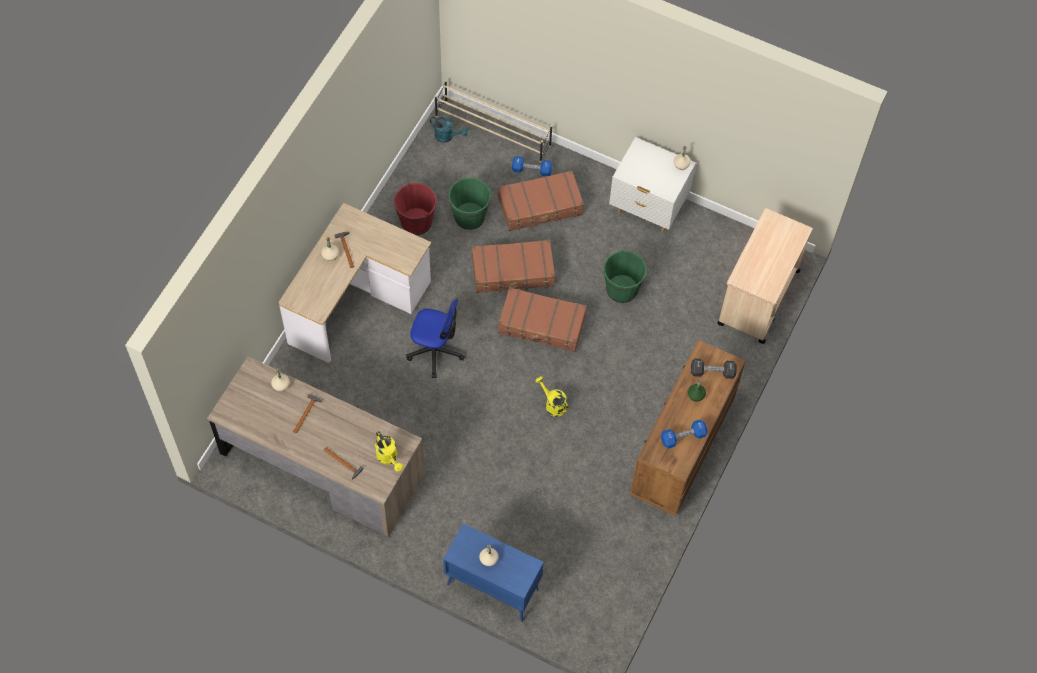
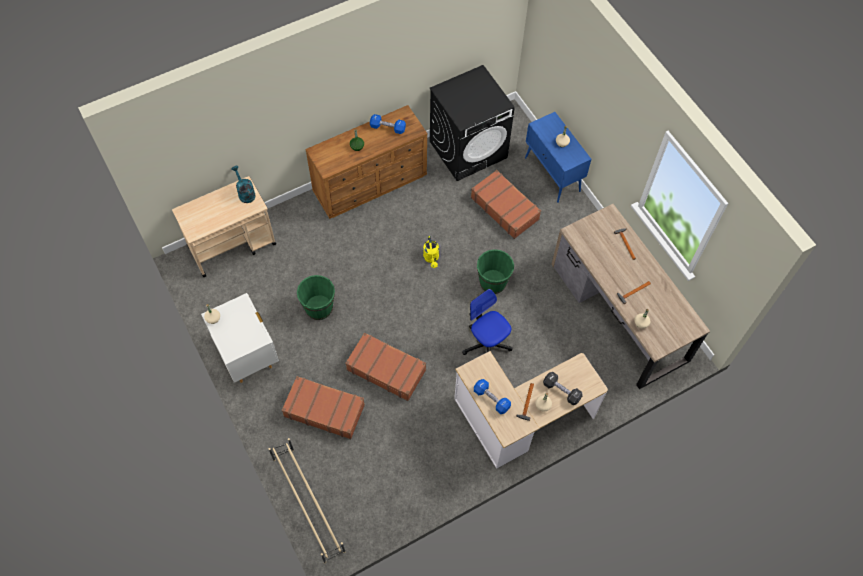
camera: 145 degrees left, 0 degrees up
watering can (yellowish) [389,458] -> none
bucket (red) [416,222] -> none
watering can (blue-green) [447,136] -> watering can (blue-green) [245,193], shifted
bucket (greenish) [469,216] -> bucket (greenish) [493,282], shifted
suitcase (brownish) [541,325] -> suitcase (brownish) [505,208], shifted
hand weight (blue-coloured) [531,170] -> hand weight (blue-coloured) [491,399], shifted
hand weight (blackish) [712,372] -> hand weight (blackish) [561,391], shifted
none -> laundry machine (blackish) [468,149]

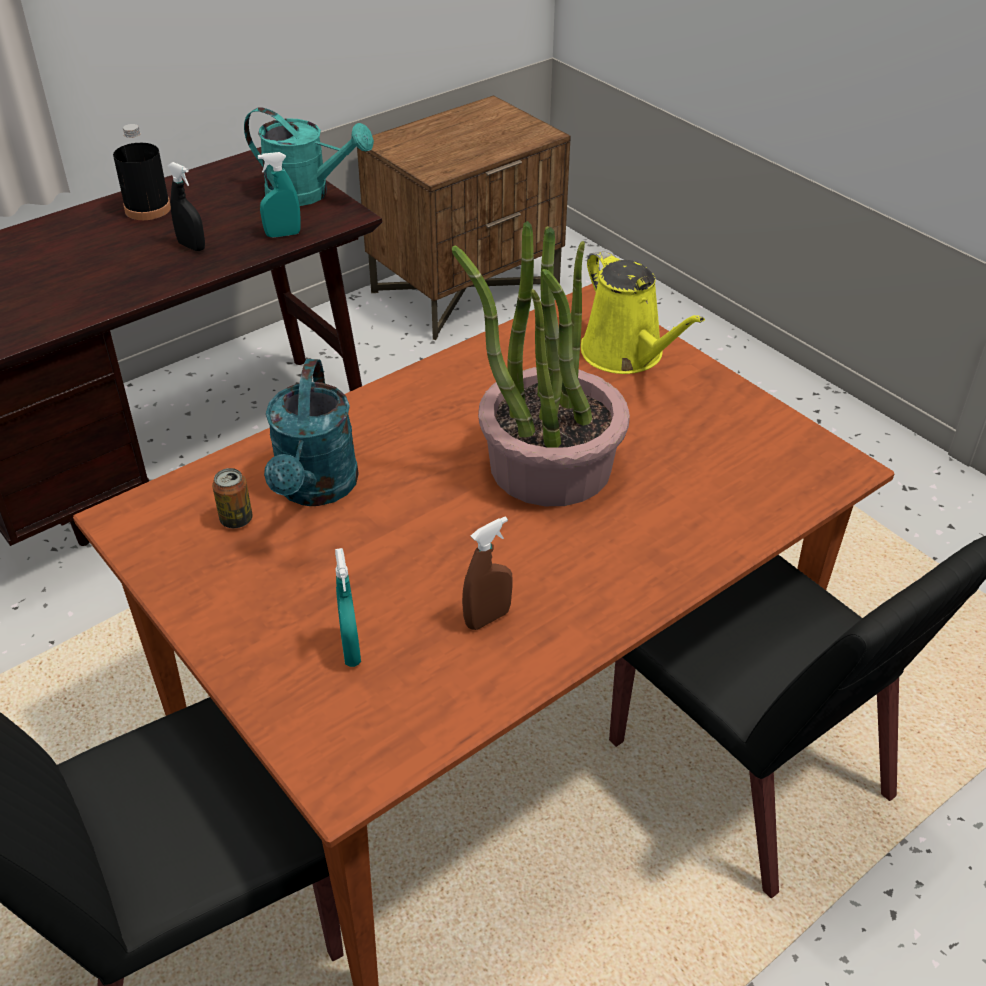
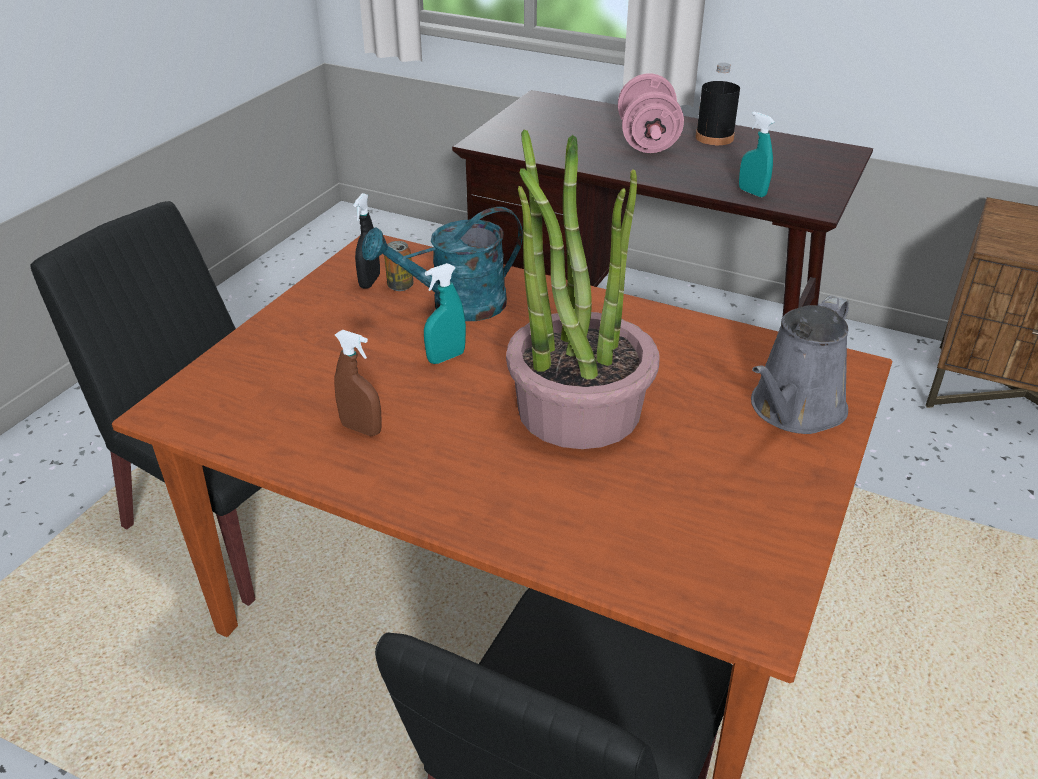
camera: 65 degrees right, 5 degrees down
hand sprayer (blackish) [192,246] -> hand sprayer (blackish) [370,281], shifted
watering can (blue-green) [308,194] -> none
hand sprayer (blue-green) [351,650] -> hand sprayer (blue-green) [446,357], shifted
watering can (yellowish) [627,354] -> watering can (grey) [794,410]
none -> hand weight (pink-coloured) [647,141]

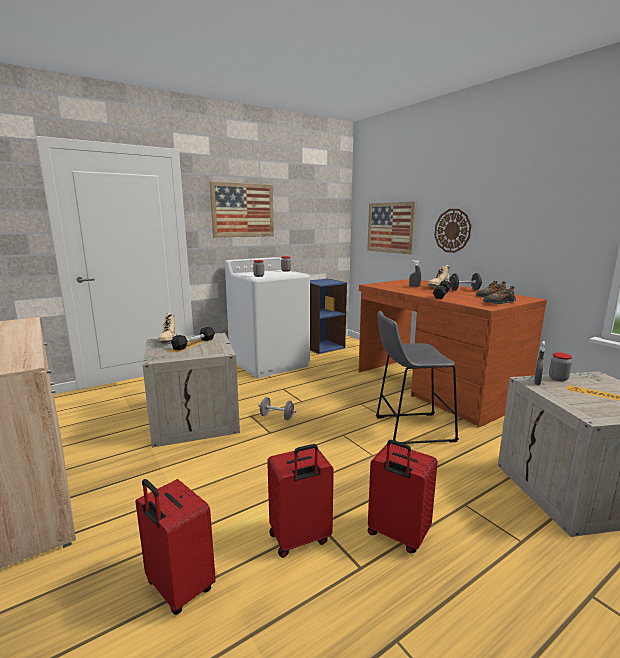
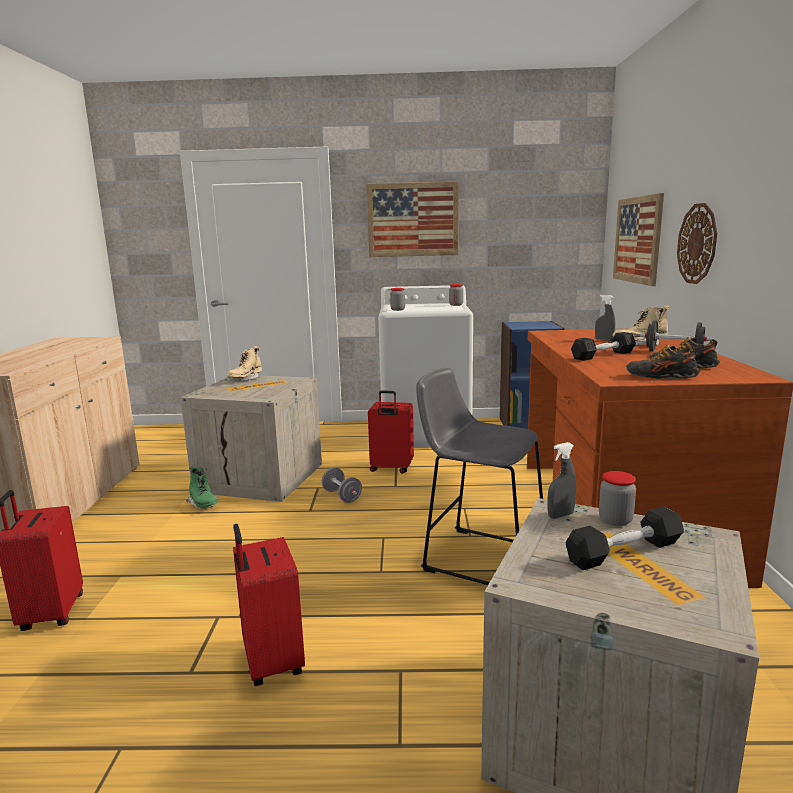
camera: 35 degrees right, 0 degrees up
hand weight (blackish) [194,344] -> hand weight (blackish) [624,552], shifted
suitcase (red) [300,539] -> suitcase (red) [391,468], shifted
none -> tall boot (greenish) [203,505]

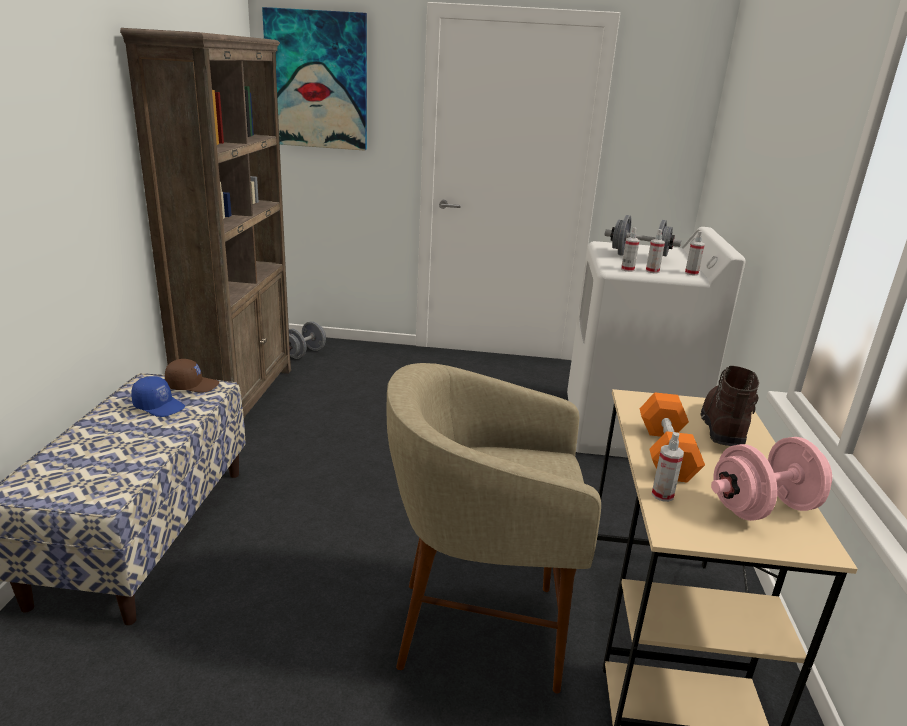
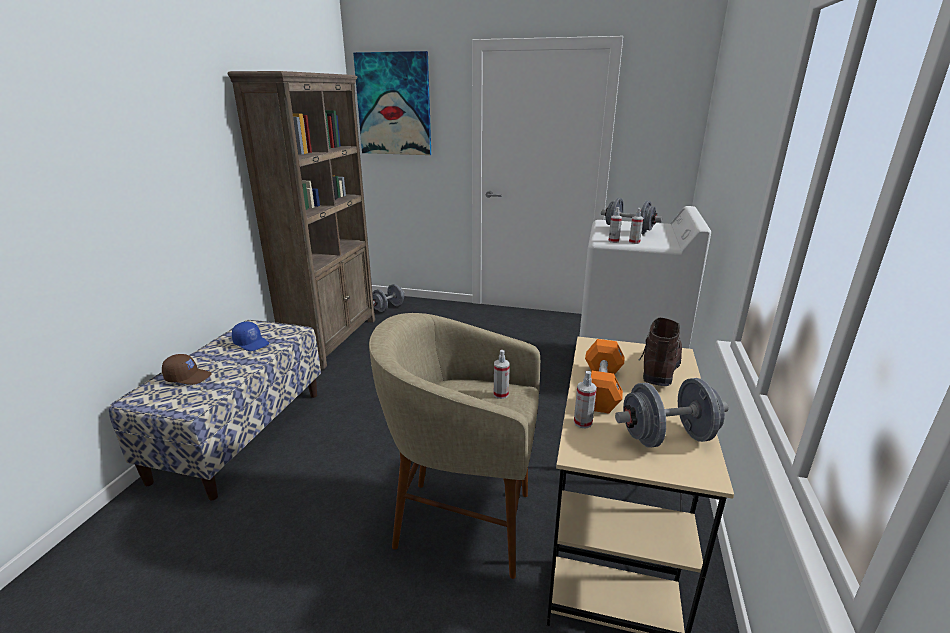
camera: 10 degrees right, 0 degrees up
baseball cap (brownish) [192,385] -> baseball cap (brownish) [188,377], shifted
hand sprayer [691,273] -> hand sprayer [501,394], shifted
hand weight (pink-coloured) [763,508] -> hand weight (grey) [667,437]

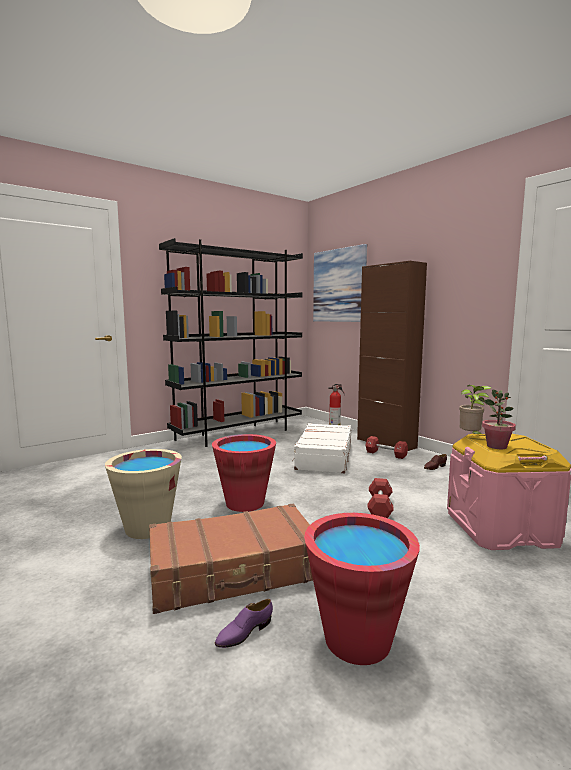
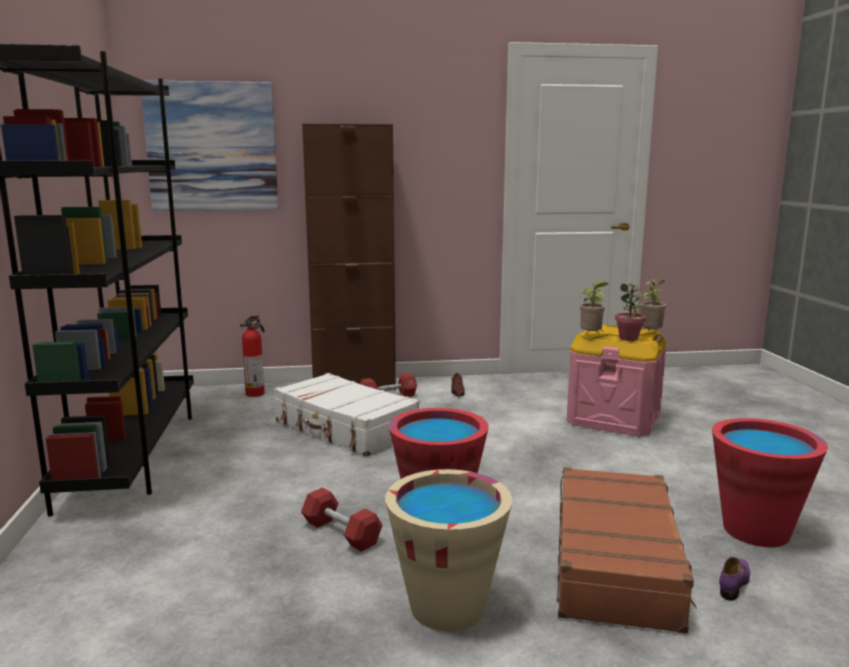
camera: 60 degrees left, 5 degrees up
low shoe (purple) [244,632] -> low shoe (purple) [734,583], 135 degrees counterclockwise
hand weight (red) [380,507] -> hand weight (red) [341,533], shifted
none -> plant in a pot [651,334]

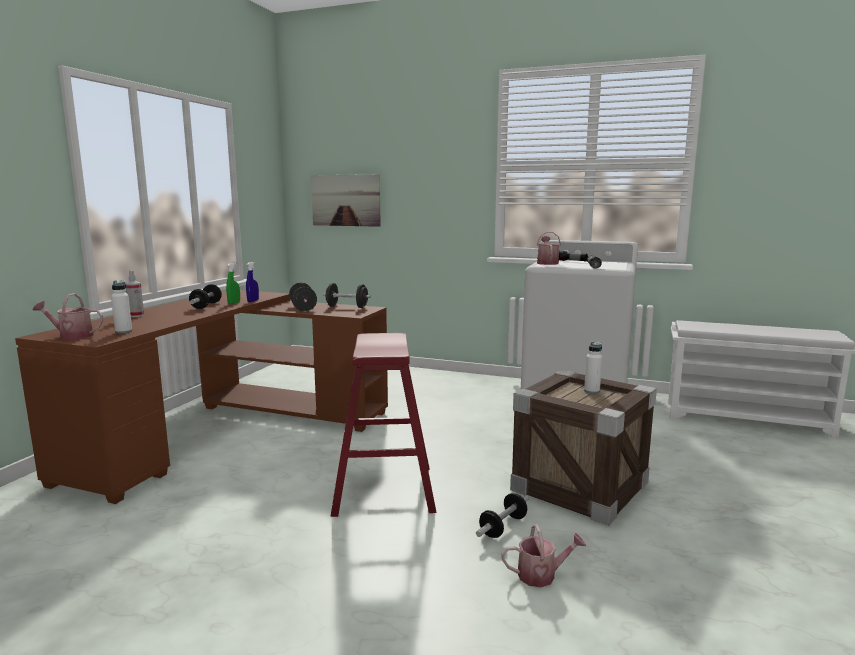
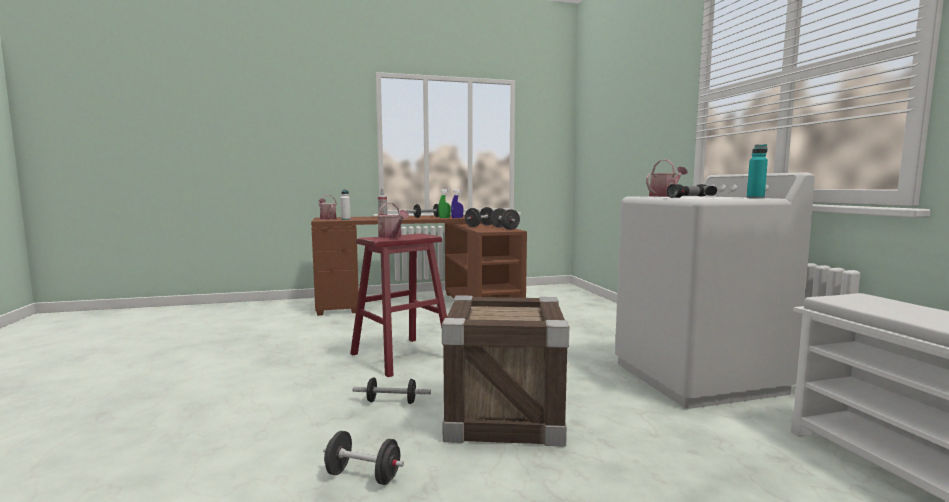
camera: 55 degrees right, 5 degrees down
wall picture [346,200] -> none
watering can [541,575] -> watering can [391,237], shifted
drink bottle (white) [591,391] -> none
none -> hand weight (blackish) [363,476]
none -> drink bottle (blue-green) [755,198]

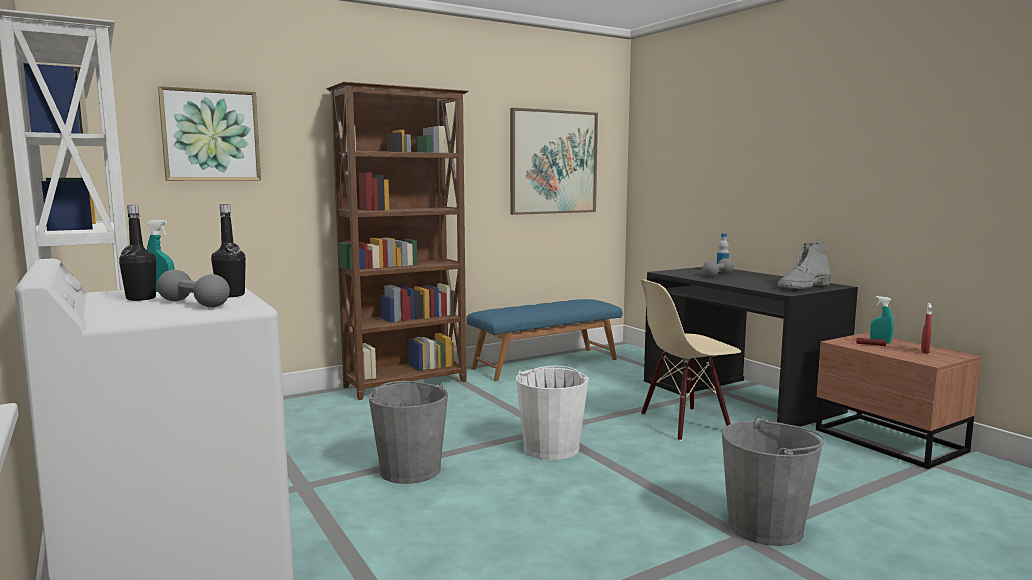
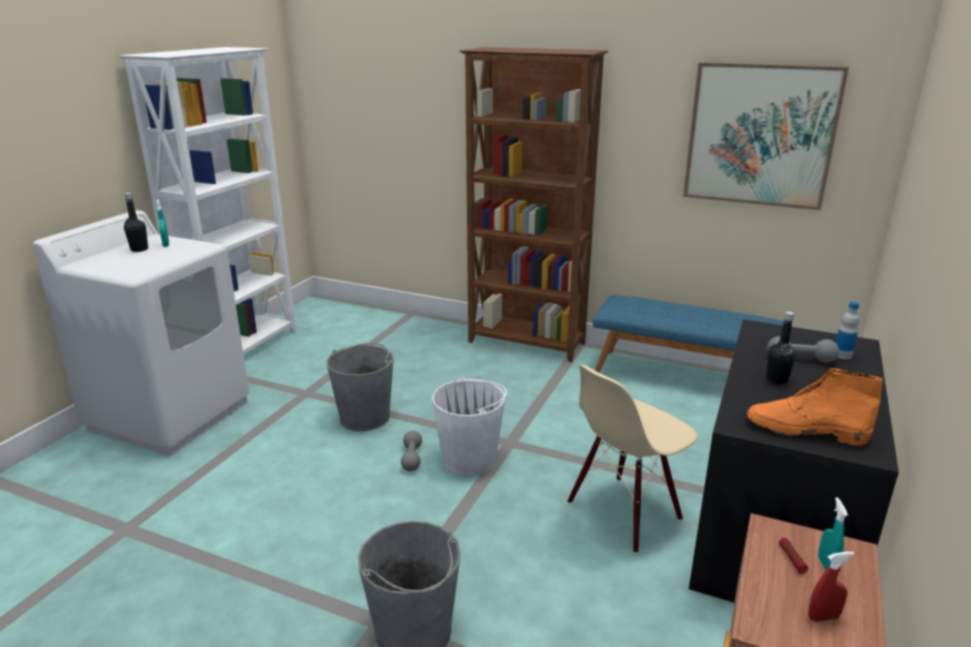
camera: 55 degrees right, 15 degrees up
hand weight (grey) [194,304] -> hand weight (grey) [412,458], shifted
wall picture [211,135] -> none
drink bottle (blackish) [231,295] -> drink bottle (blackish) [776,380], shifted
plain chair (beige) [685,423] -> plain chair (beige) [624,512], 75 degrees counterclockwise
tall boot (grey) [803,287] -> tall boot (orangey) [804,430]

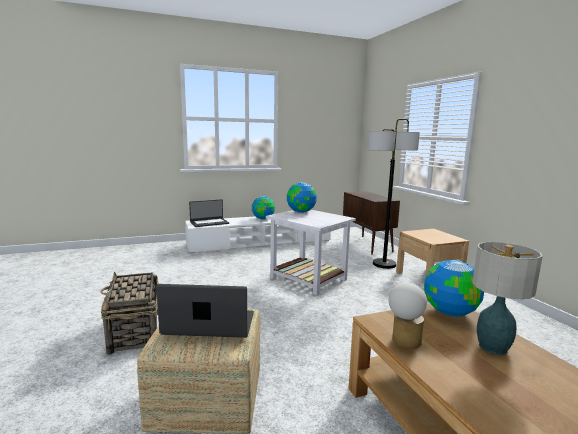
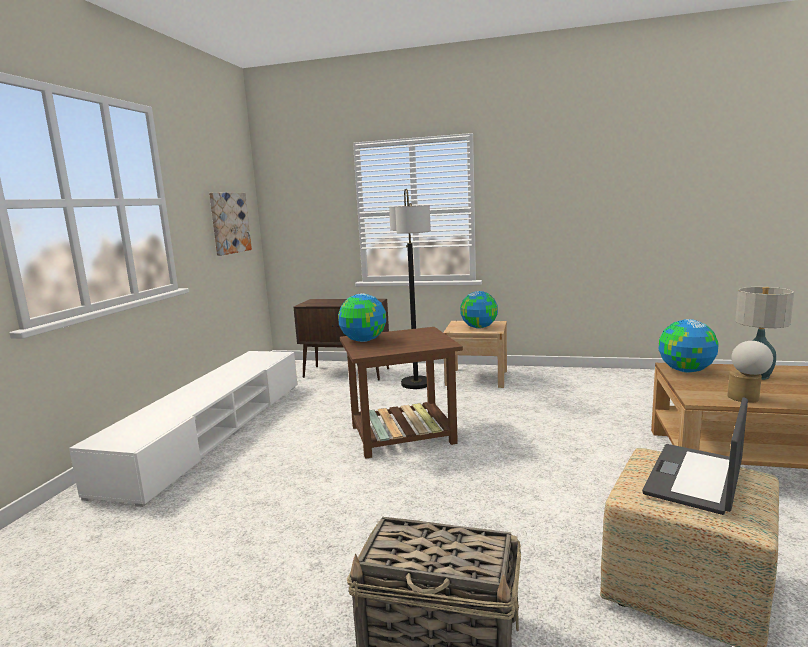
camera: 55 degrees left, 0 degrees up
notebook computer [209,223] -> none
desk globe [263,218] -> desk globe [479,327], shifted
end table (white) [307,278] -> end table (brownish) [401,435]
none -> wall picture [229,223]

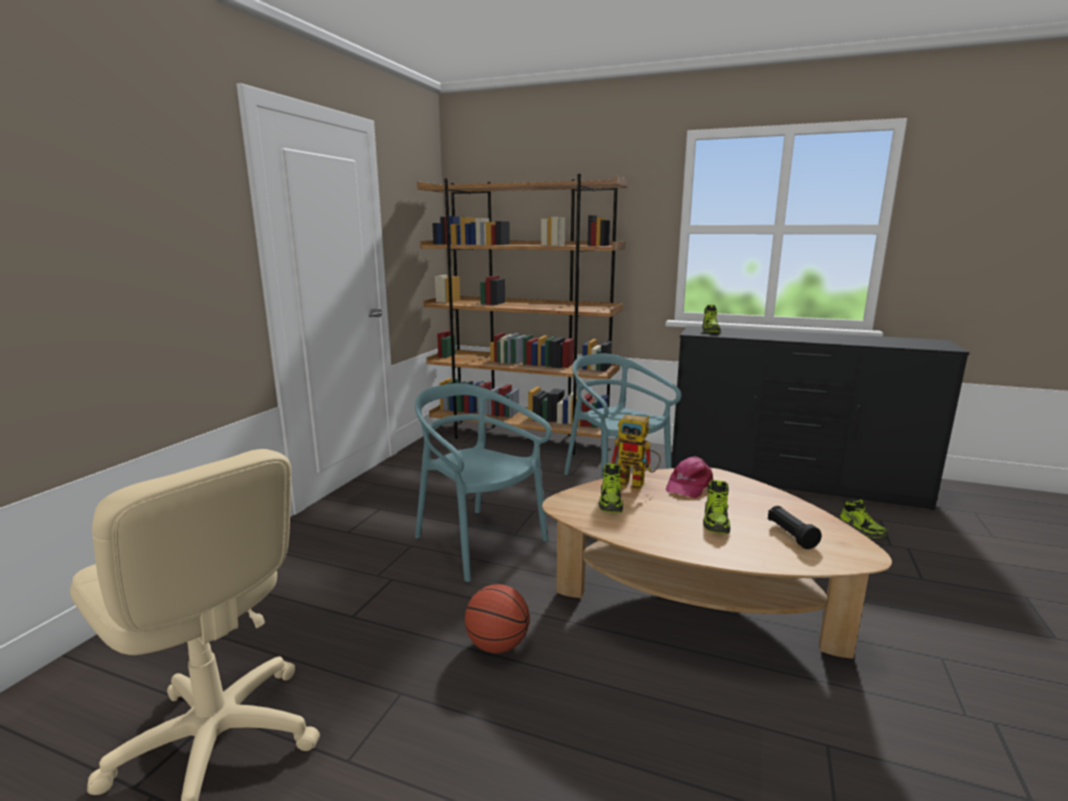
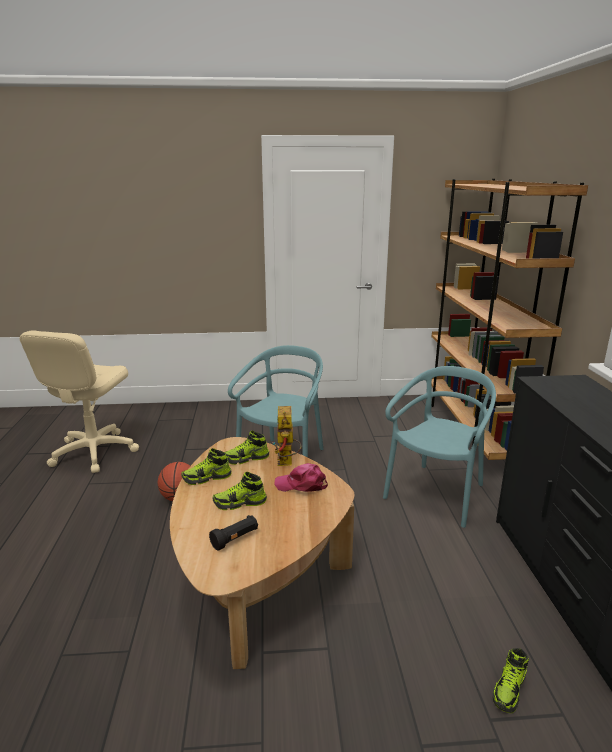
camera: 65 degrees right, 5 degrees up
low shoe [710,330] -> low shoe [207,478], shifted

